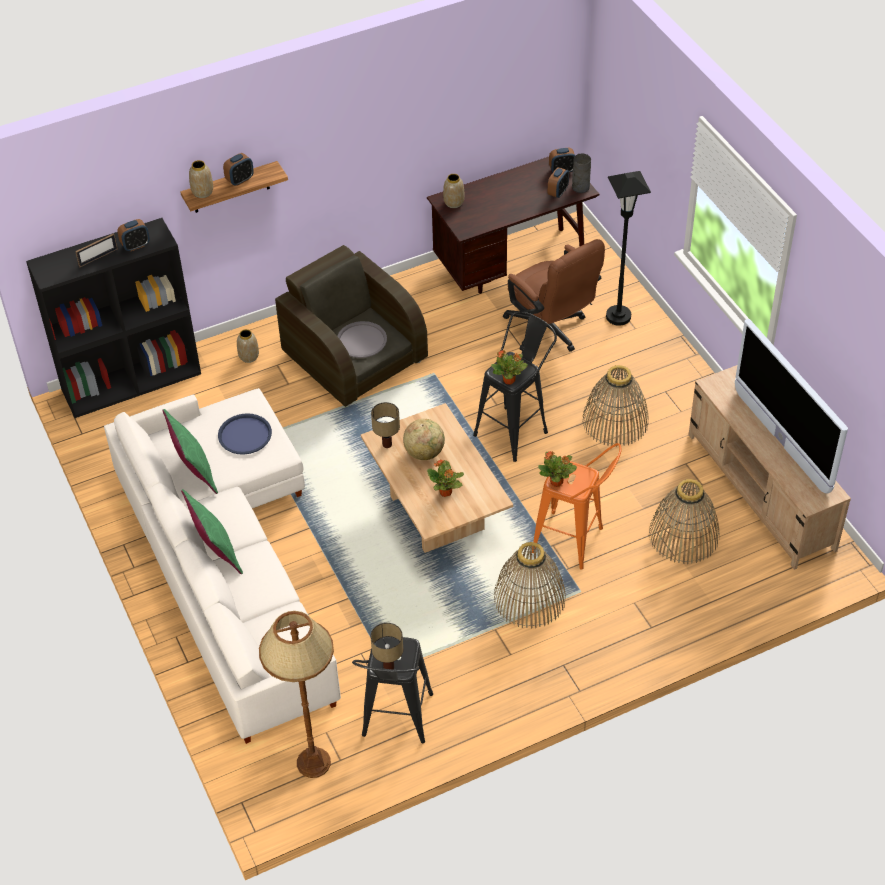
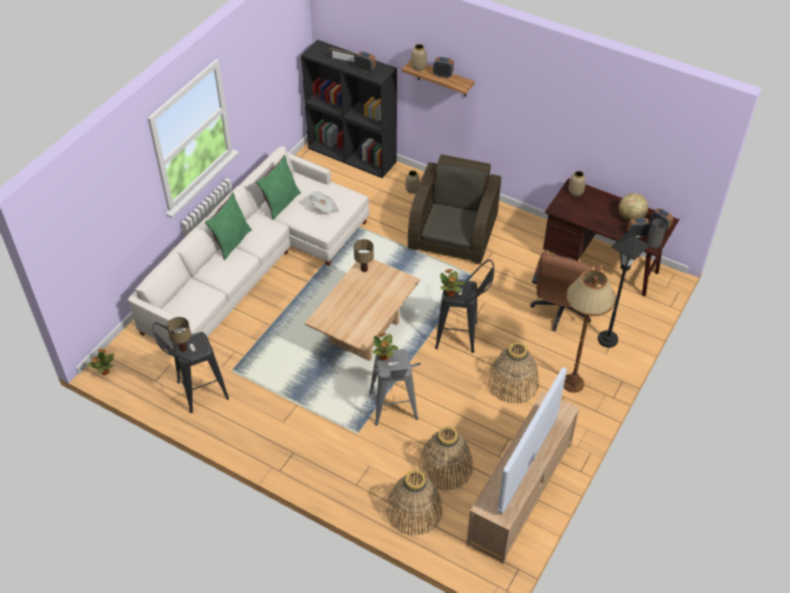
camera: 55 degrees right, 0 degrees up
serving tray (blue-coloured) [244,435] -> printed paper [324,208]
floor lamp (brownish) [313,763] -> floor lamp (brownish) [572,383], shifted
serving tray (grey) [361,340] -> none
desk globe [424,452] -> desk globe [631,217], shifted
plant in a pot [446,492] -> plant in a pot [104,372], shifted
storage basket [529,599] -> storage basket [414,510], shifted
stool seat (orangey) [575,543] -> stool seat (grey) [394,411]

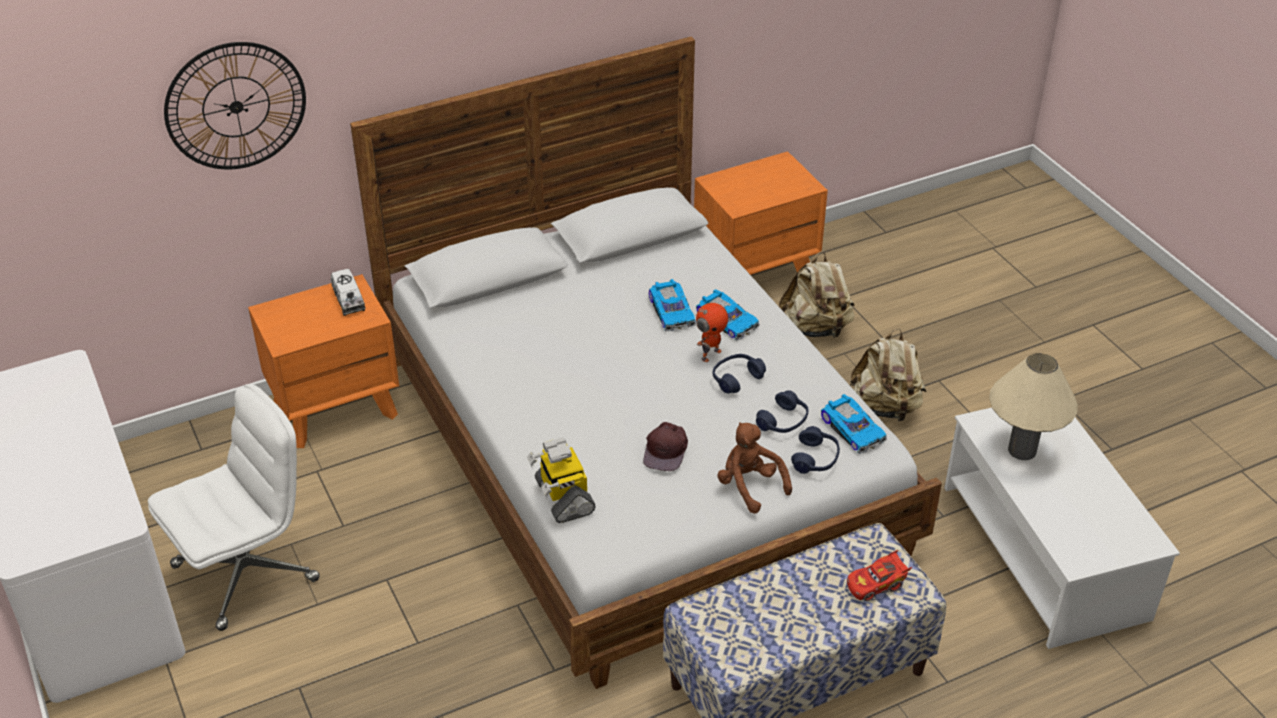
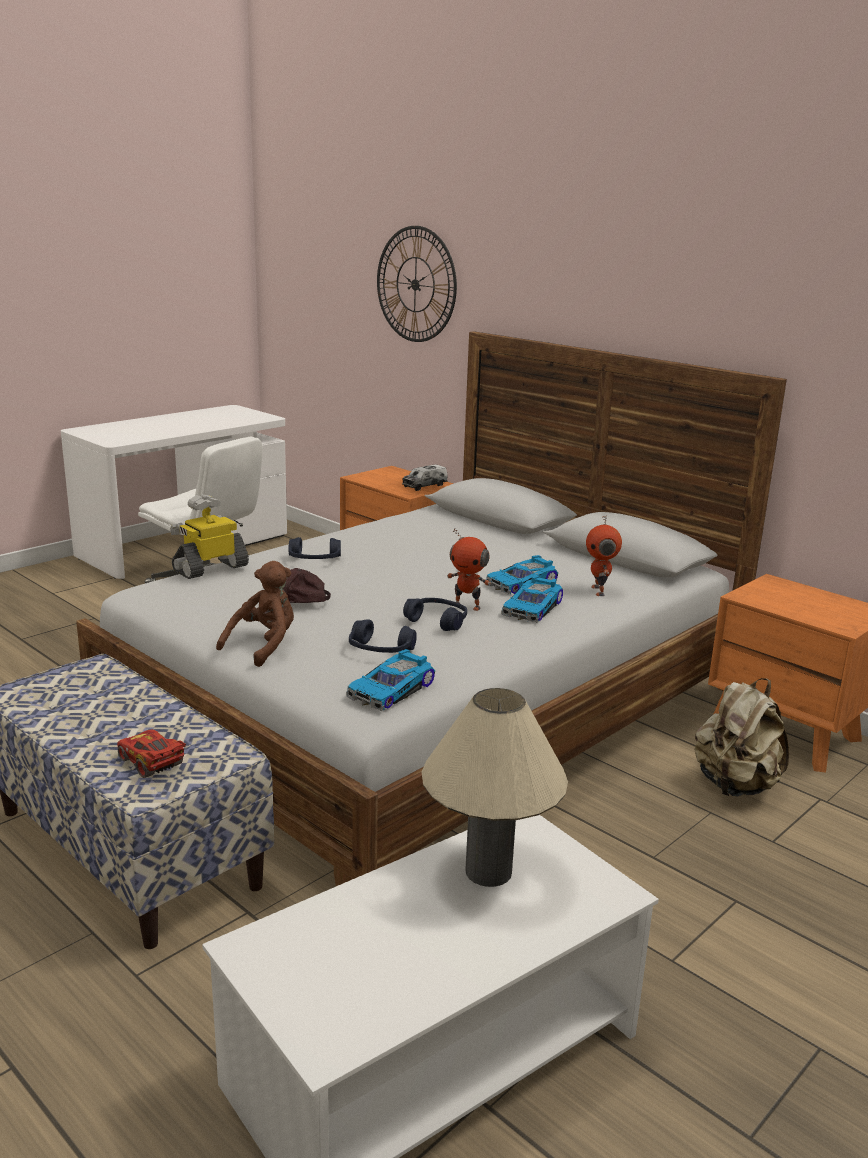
camera: 70 degrees right, 20 degrees down
headphones (blue-coloured) [815,459] -> headphones (blue-coloured) [314,560], shifted
knapsack (beige) [885,407] -> none
none -> toy robot [599,591]

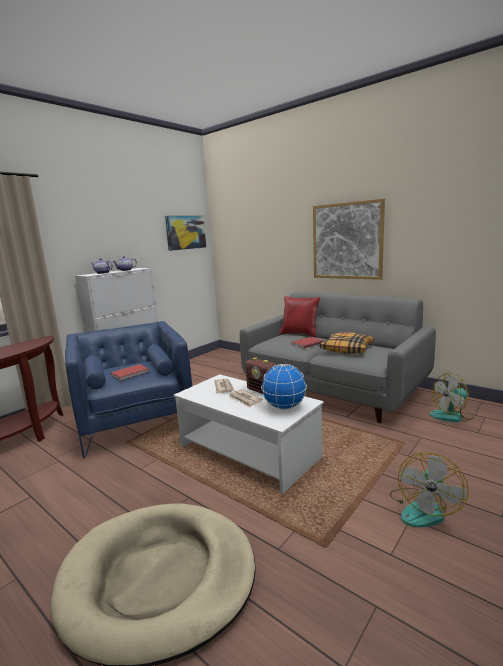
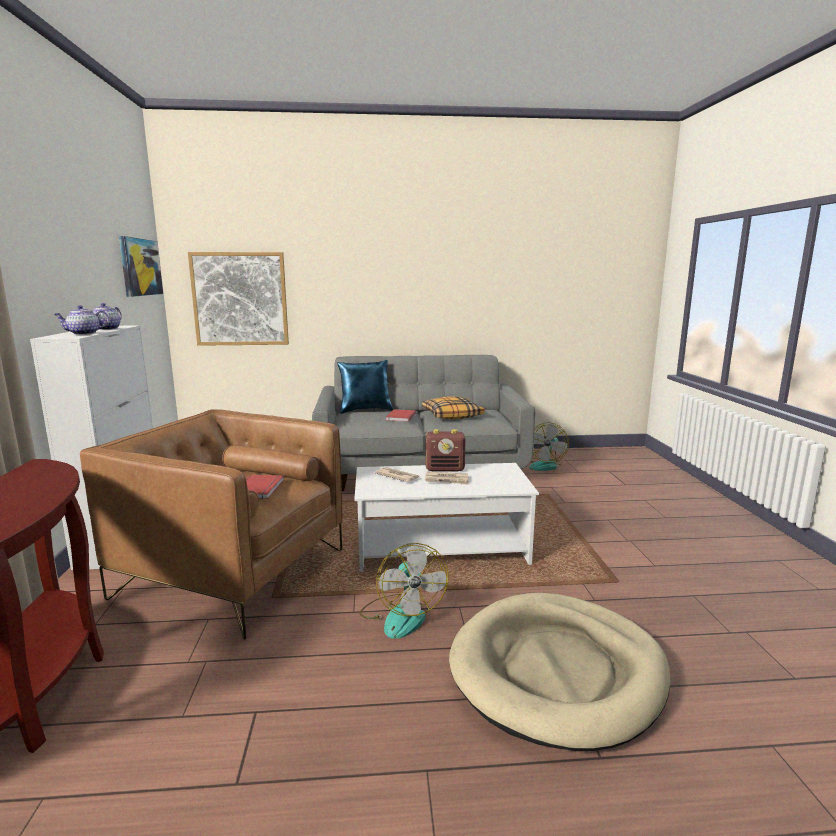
camera: 45 degrees left, 0 degrees up
easy chair (blue-coloured) [135,421] -> easy chair (brownish) [232,573]
desk globe [284,407] -> none
throw pillow (red) [300,334] -> throw pillow (blue-coloured) [365,410]
wall picture [347,241] -> wall picture [240,299], shifted
cooling fan [423,509] -> cooling fan [401,615], shifted

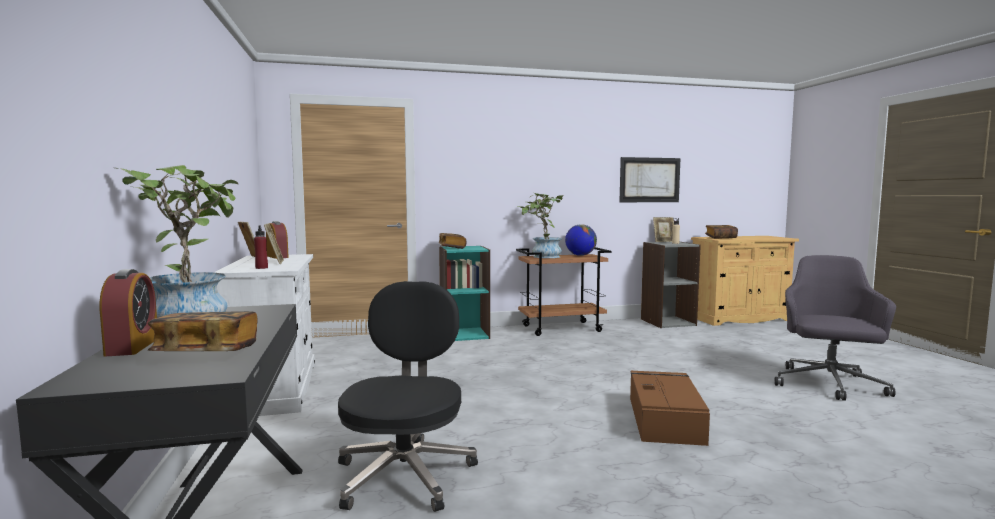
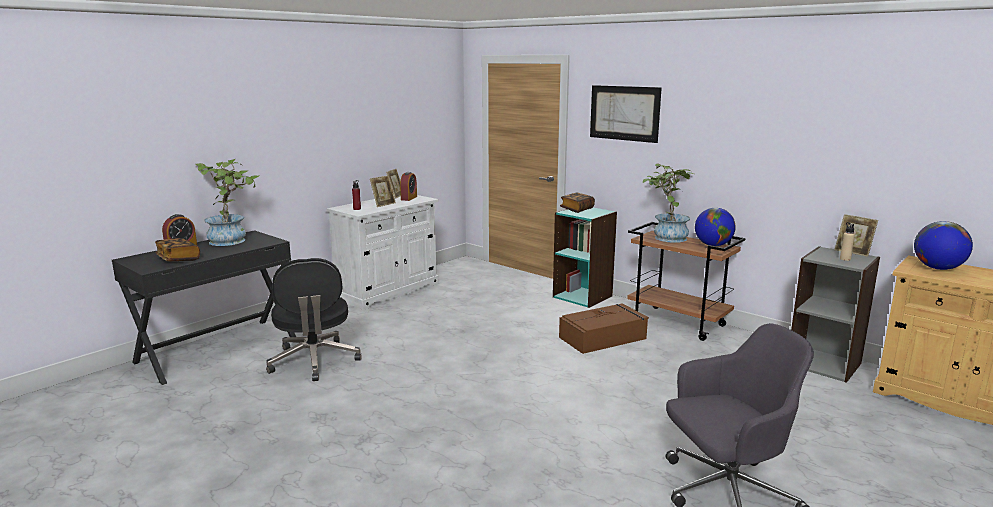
camera: 55 degrees right, 10 degrees up
desk chair (blackish) [405,473] -> desk chair (blackish) [314,361], 105 degrees clockwise
wall picture [649,180] -> wall picture [624,113], shifted
storage box (brownish) [664,419] -> storage box (brownish) [603,337], shifted
bound book [721,238] -> desk globe [938,268]

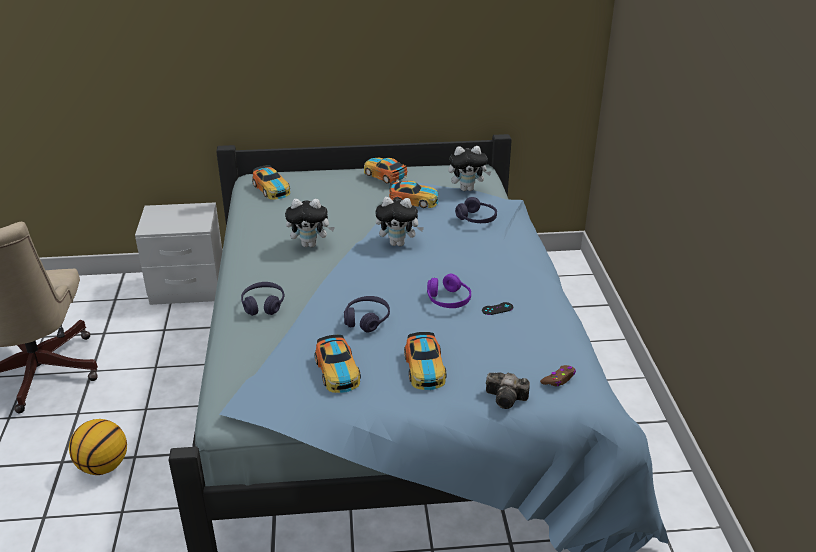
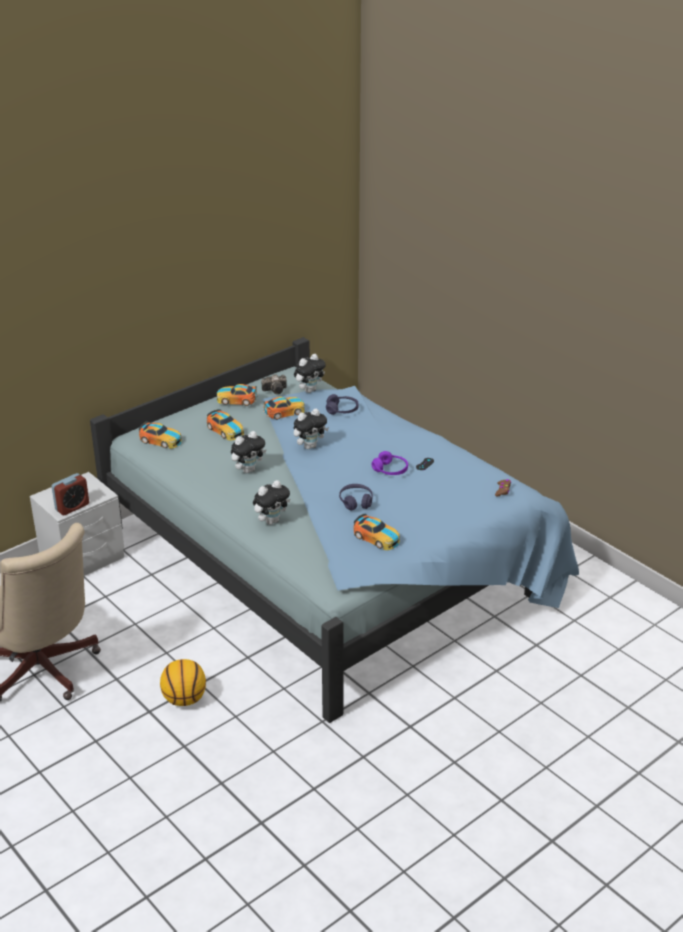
camera: 35 degrees left, 0 degrees up
headphones (purple) [263,305] -> soft toy [271,521]
model car [425,368] -> model car [226,430], shifted
photo camera [507,399] -> photo camera [276,390], shifted
none -> table clock [72,507]

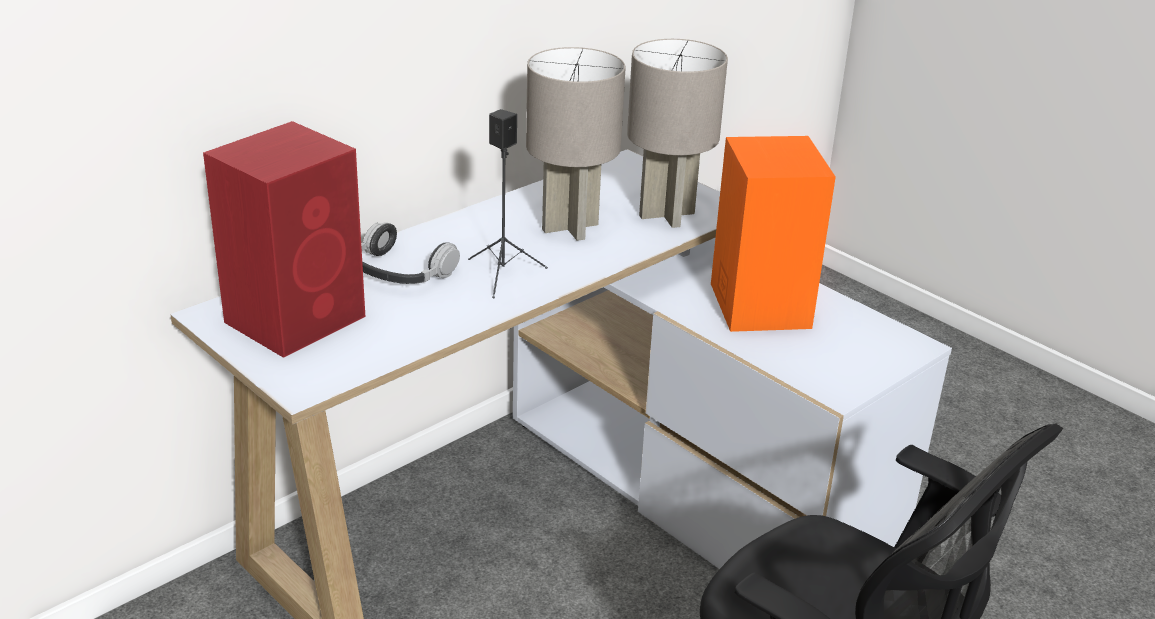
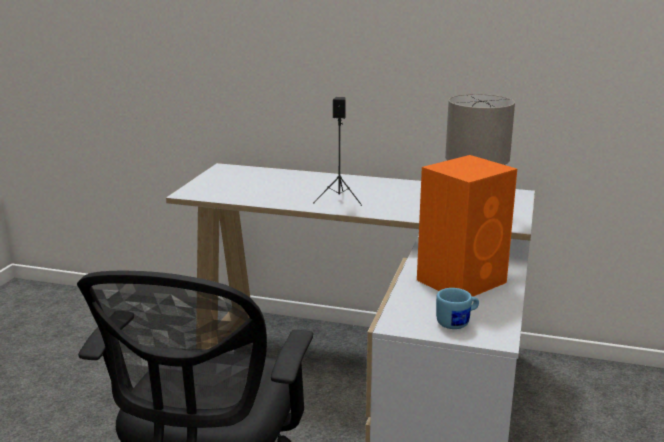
camera: 60 degrees right, 10 degrees down
audio speaker (red) [298,318] -> none
headphones [401,271] -> none
tabletop lamp (grey) [571,227] -> none
none -> tea mug (blue-coloured) [457,323]

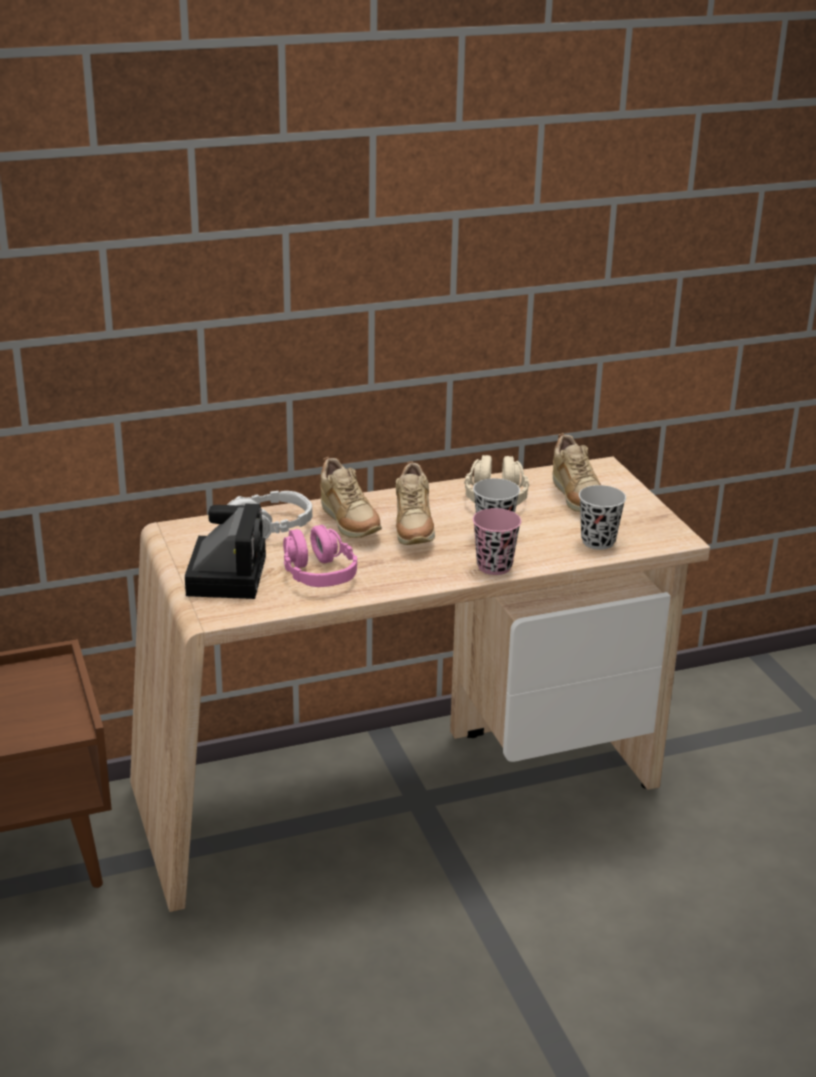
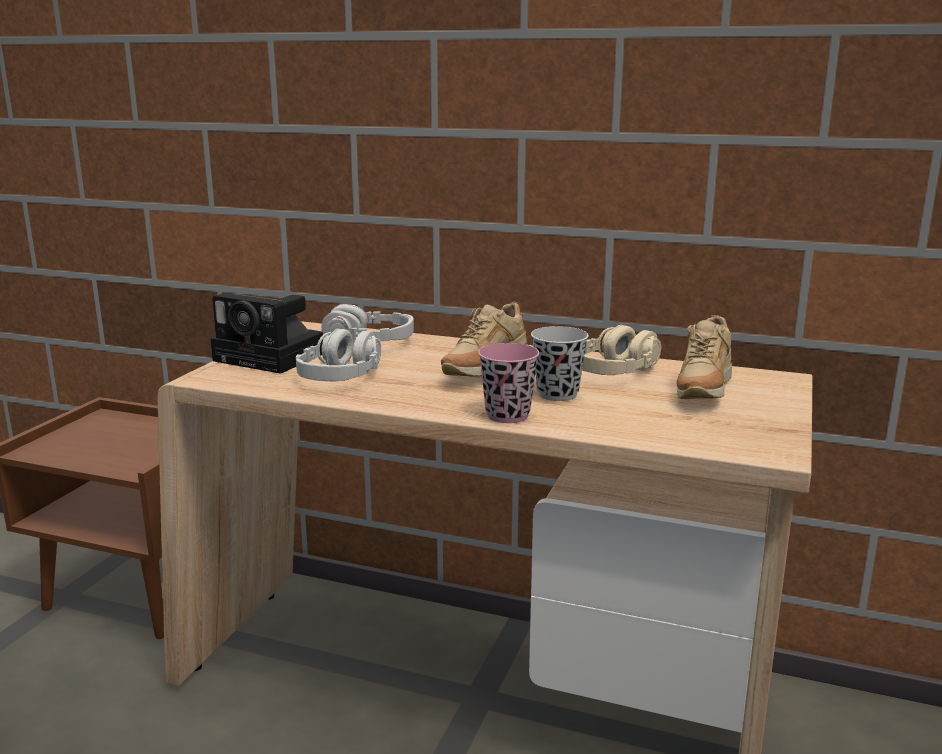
camera: 40 degrees right, 10 degrees down
photo camera [226,573] -> photo camera [273,357], 75 degrees clockwise
headphones (pink-coloured) [318,573] -> headphones (grey) [341,376]
low shoe (beige) [349,524] -> none
cup (blackish) [598,541] -> none

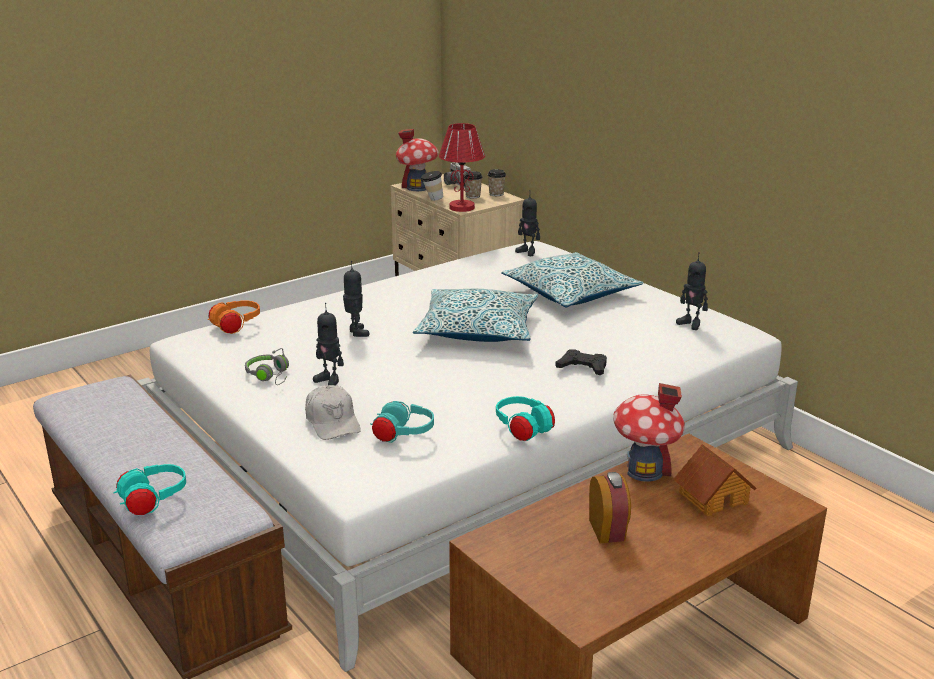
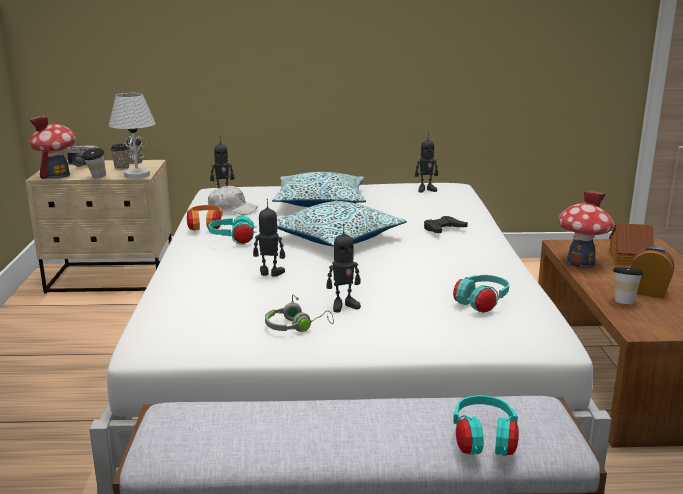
camera: 55 degrees left, 5 degrees down
headphones (orangey) [236,327] -> headphones (orangey) [205,227], shifted
baseball cap (white) [333,422] -> baseball cap (white) [232,209], shifted
tabletop lamp (red) [462,207] -> tabletop lamp (white) [137,175]
headphones (blue-green) [523,430] -> headphones (blue-green) [233,241], shifted
none -> cup [623,301]

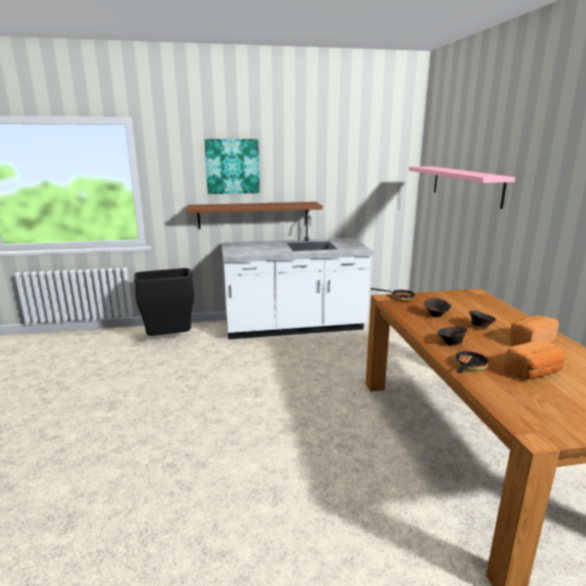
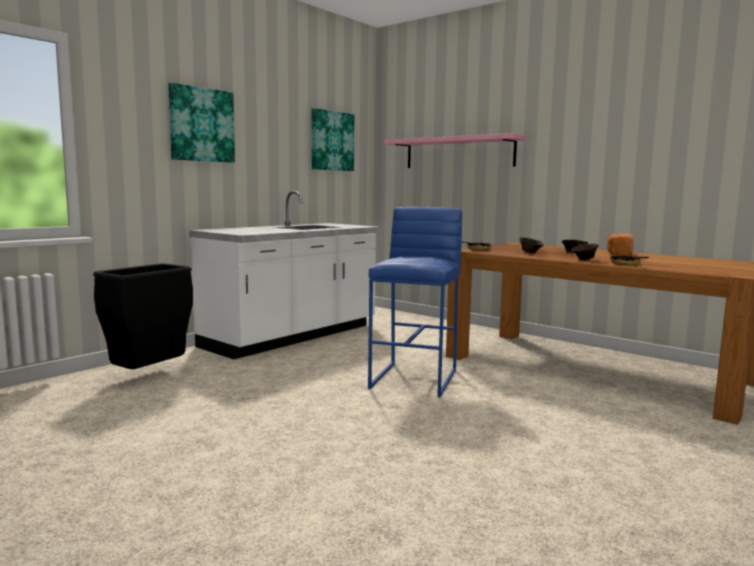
camera: 40 degrees left, 10 degrees down
wall shelf (brownish) [253,215] -> none
bakery bread [533,373] -> none
none -> wall picture [331,141]
none -> stool seat (blue-coloured) [415,378]

